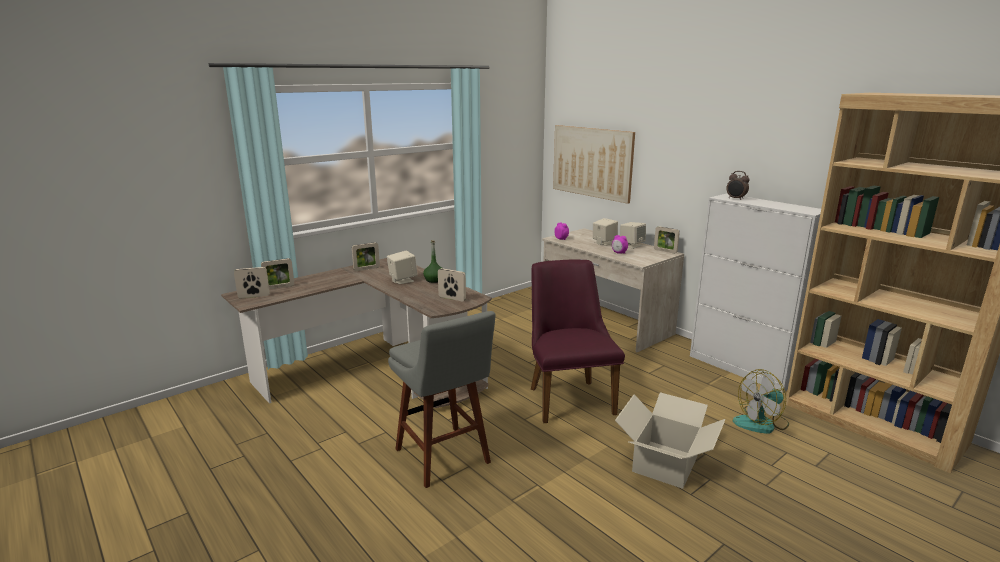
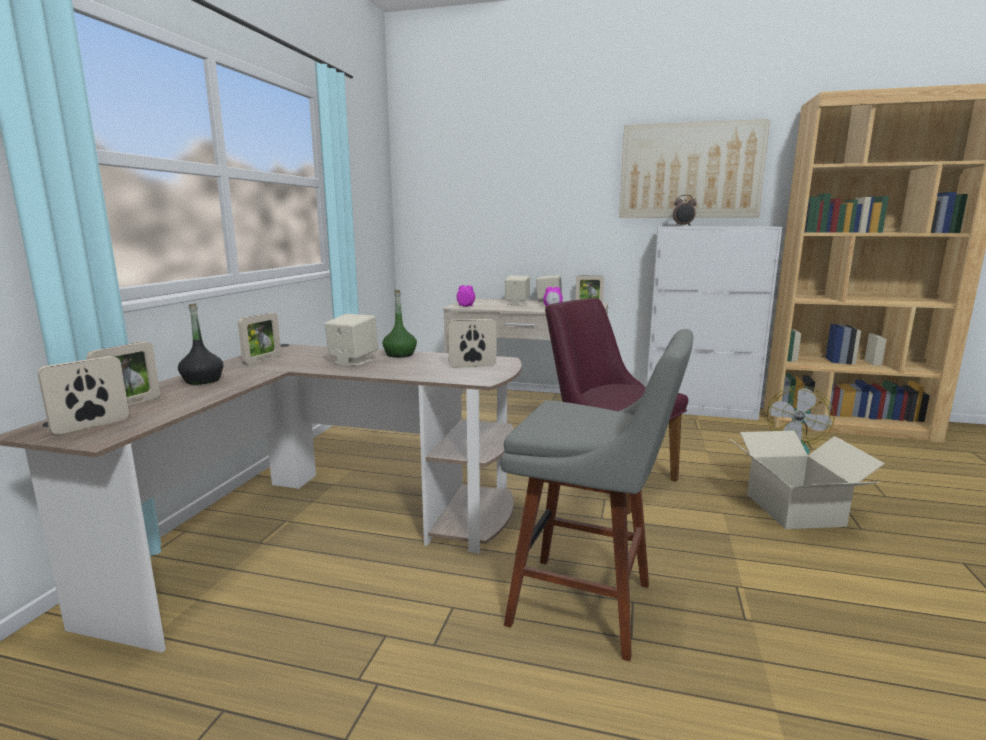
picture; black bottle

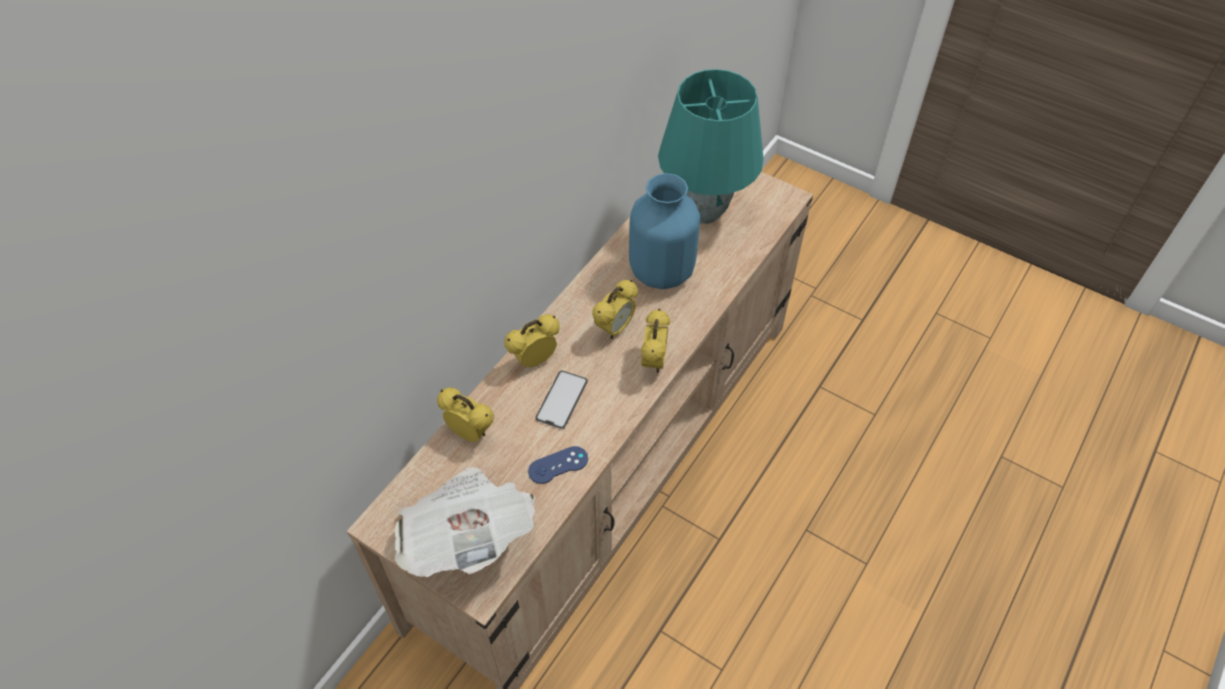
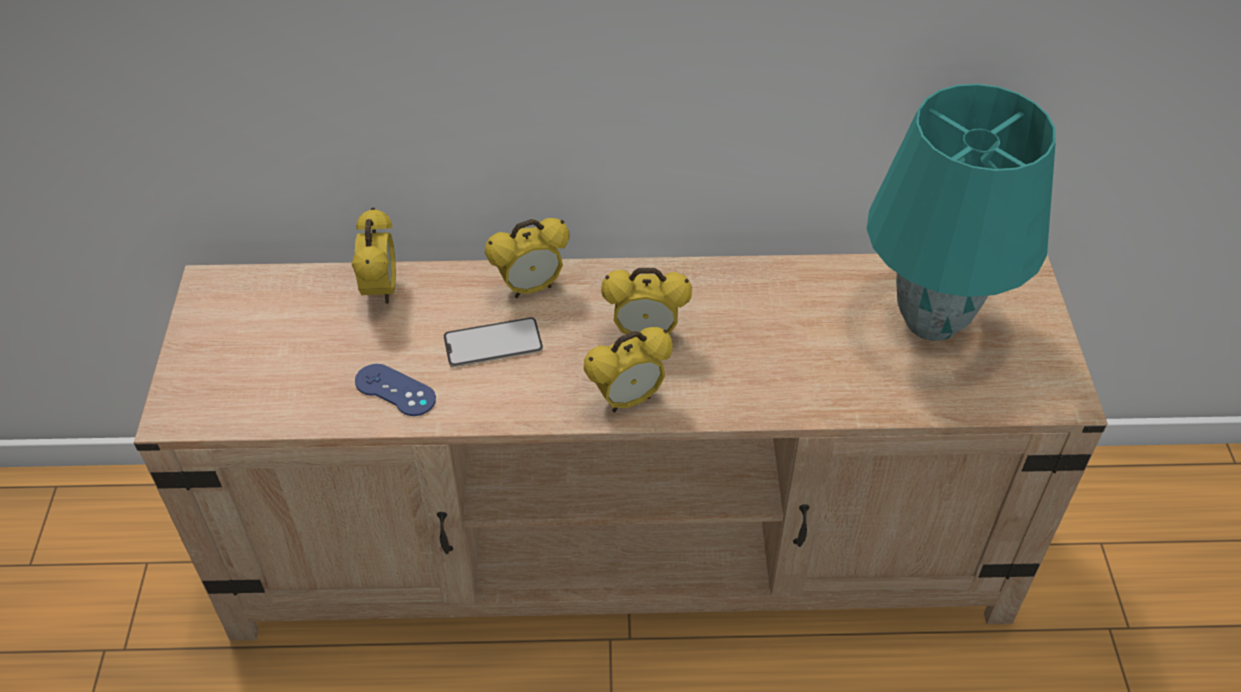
newspaper; alarm clock (no. 2 from left); blue vase

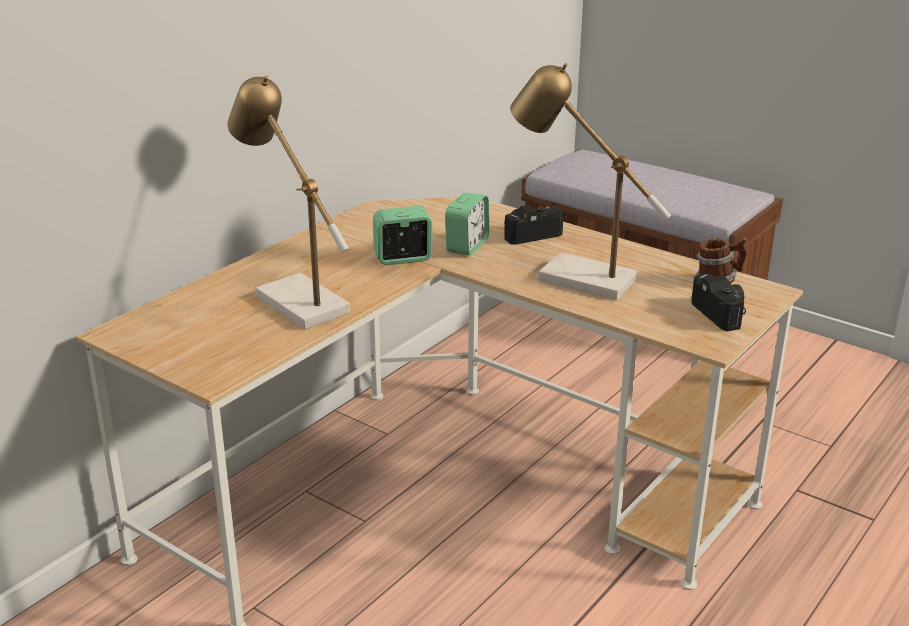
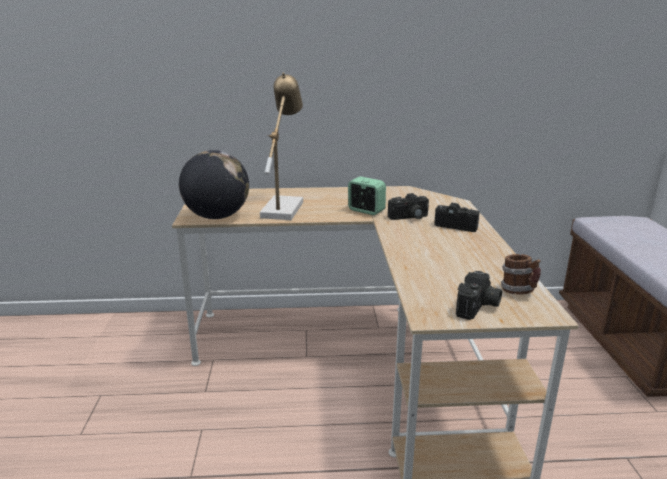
photo camera (no. 1 from left); table lamp (no. 2 from left in the first image); globe

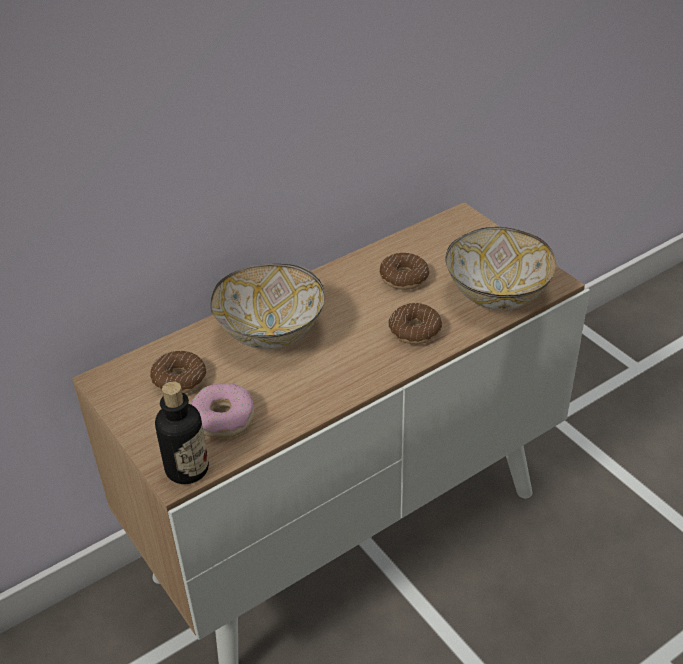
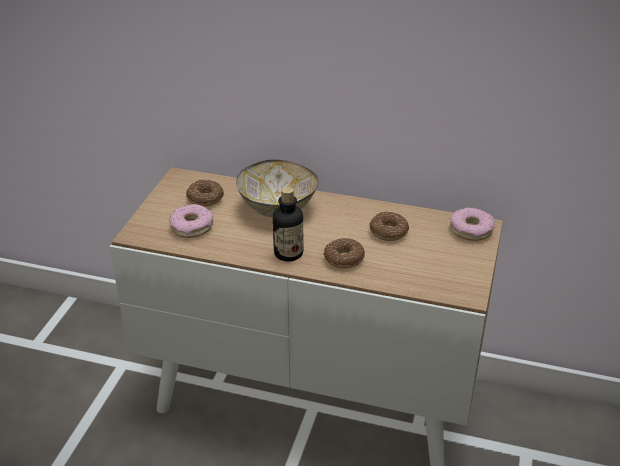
bottle; bowl (no. 2 from left in the first image); donut (no. 5 from left)

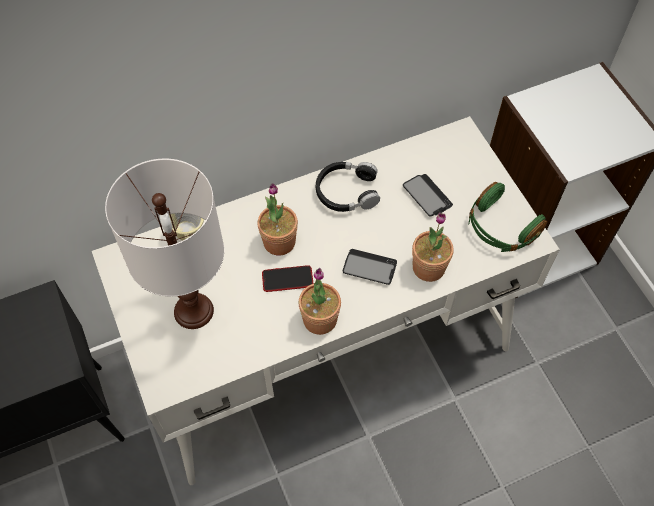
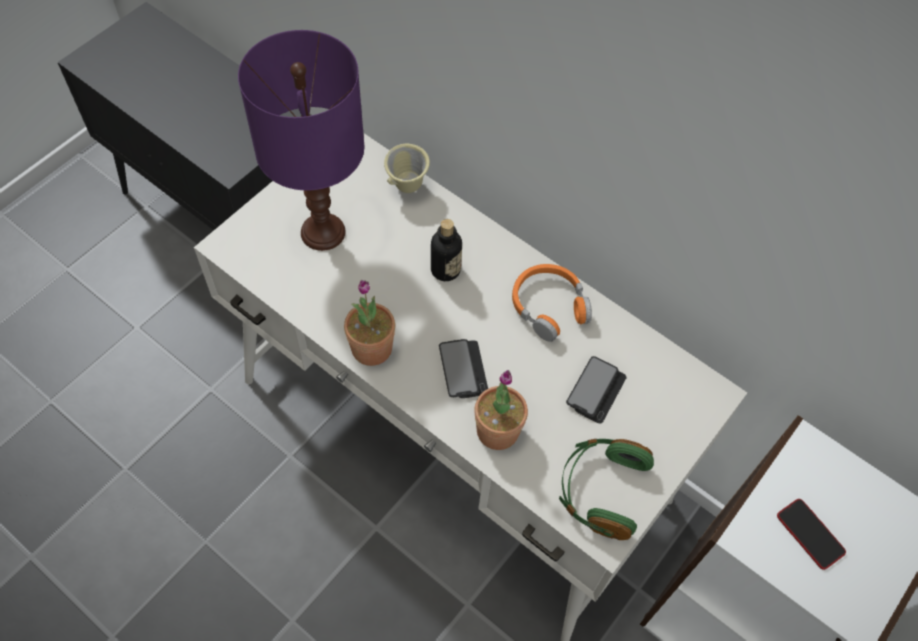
purple table lamp; bottle; phone (no. 3 from left); orange headphones

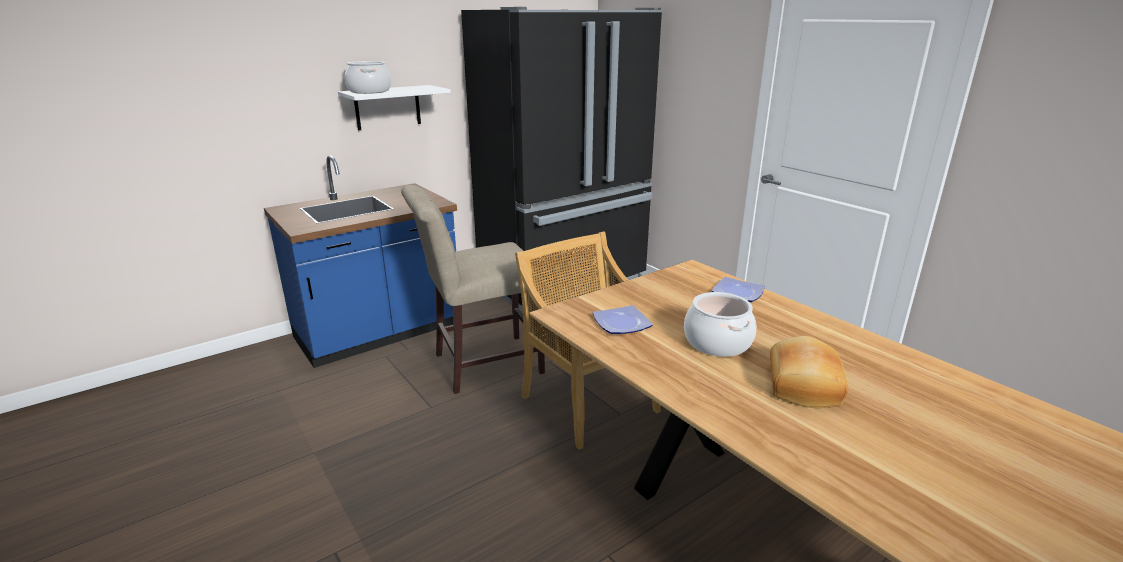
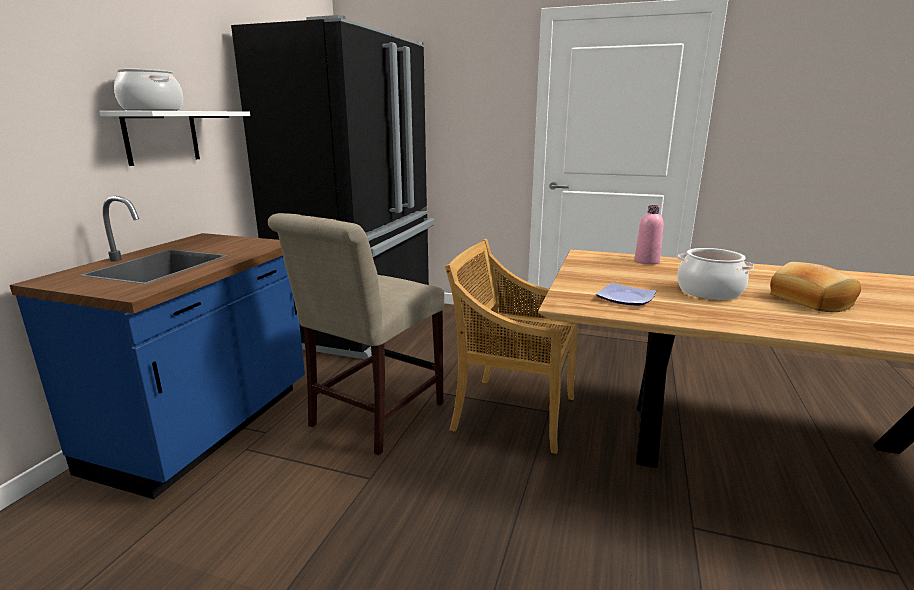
pink bottle

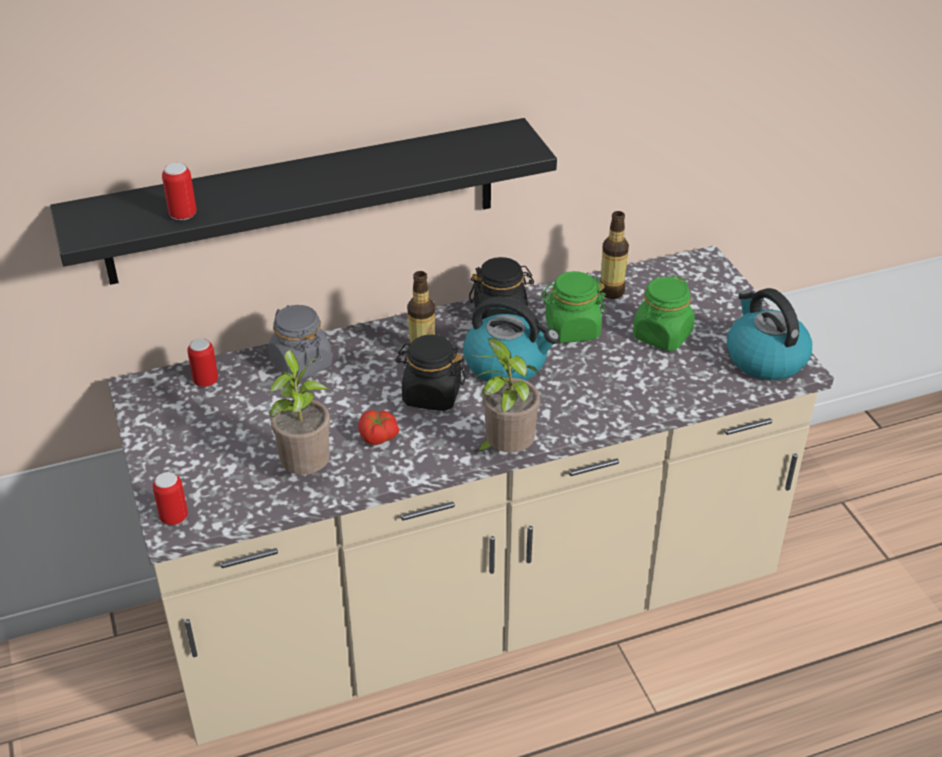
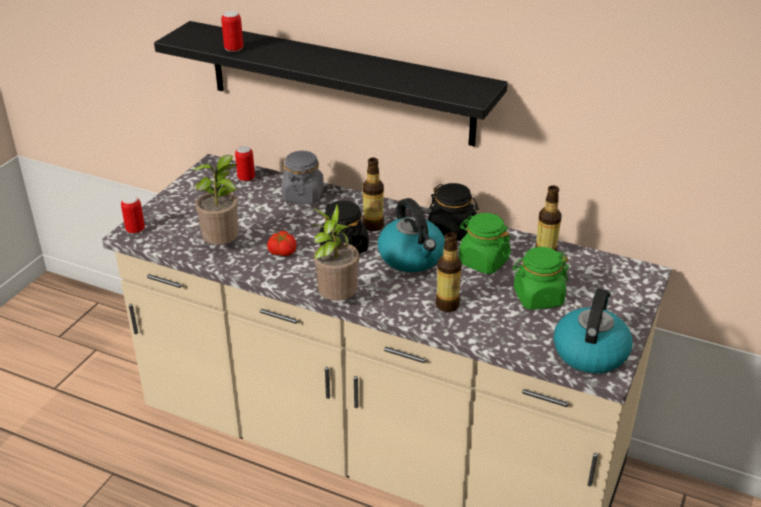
bottle (no. 2 from left)

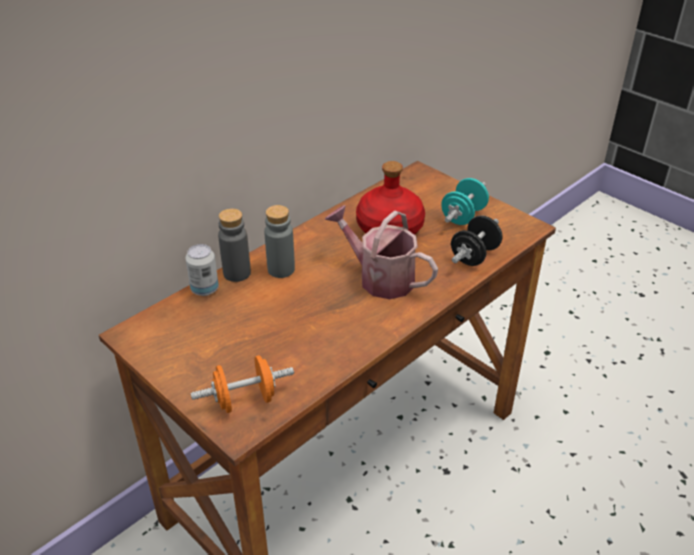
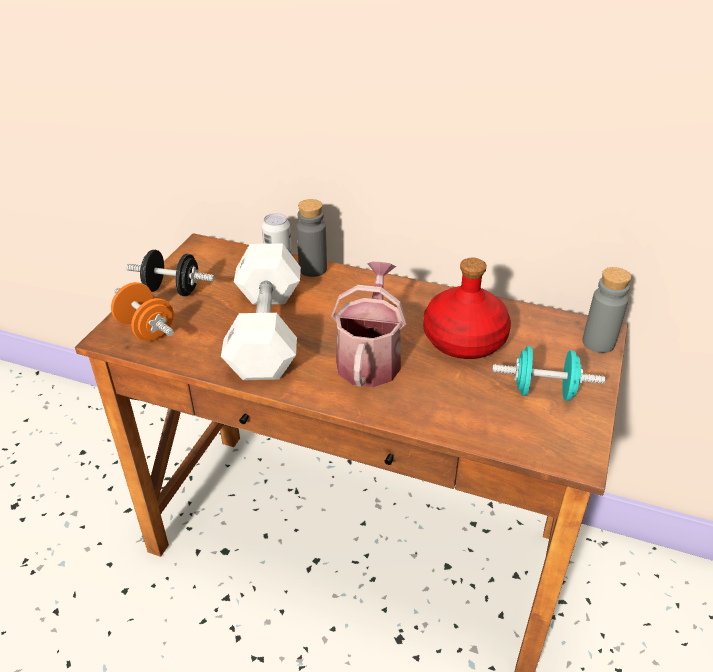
grey bottle (no. 2 from left); black dumbbell; white dumbbell

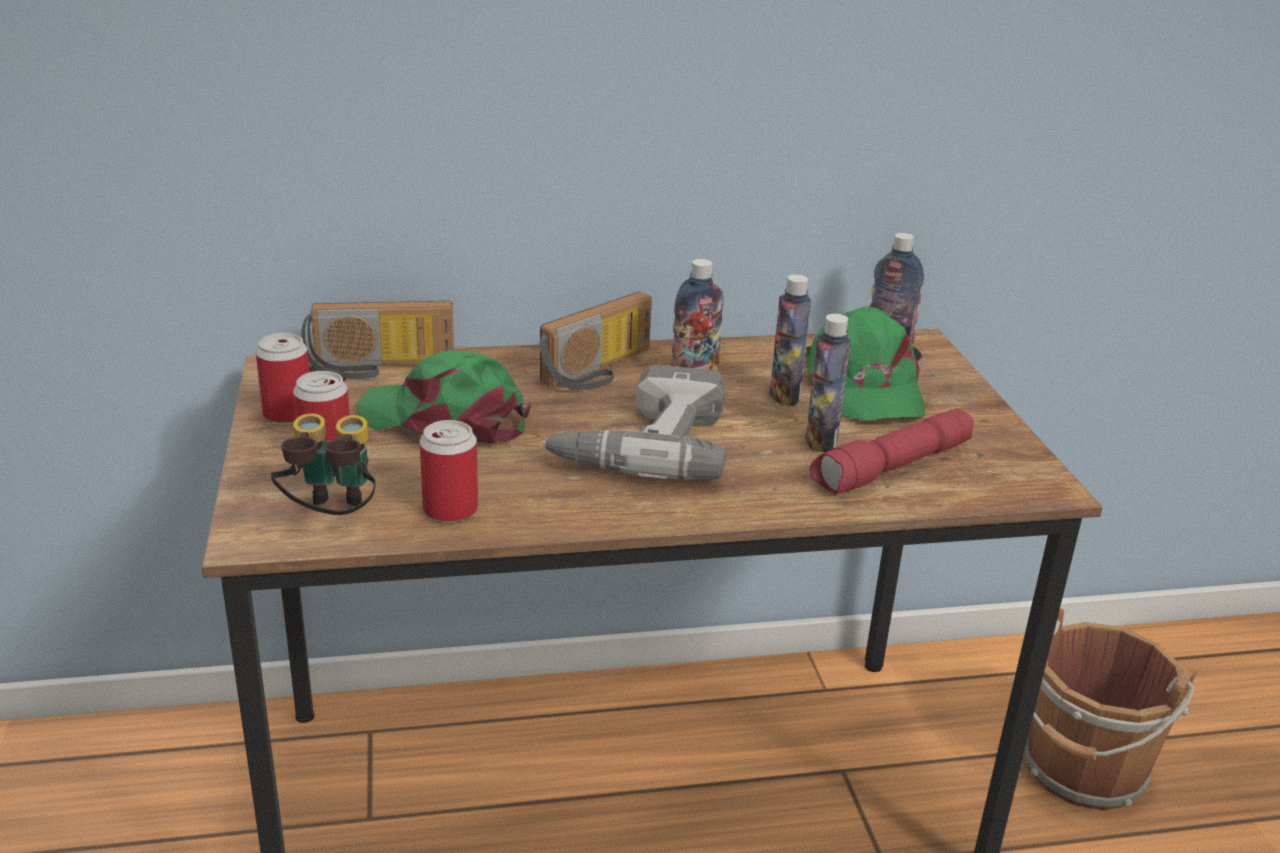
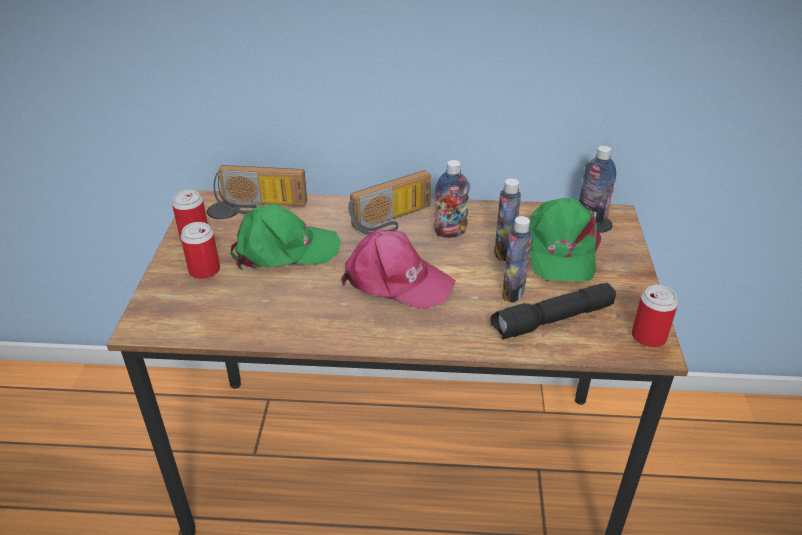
binoculars; green cap (no. 1 from left); can (no. 3 from left); pink cap; black flashlight; brown bucket

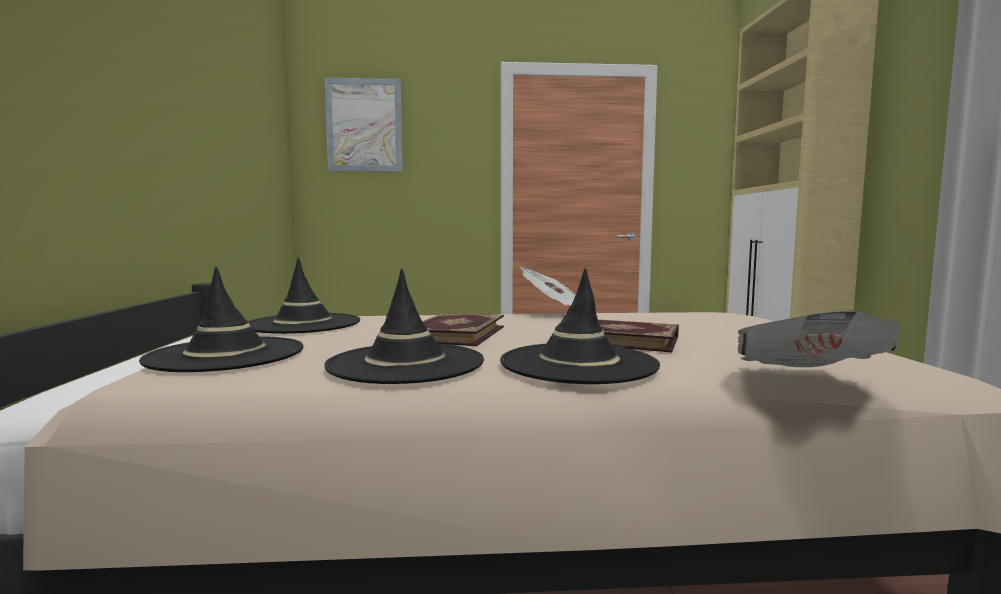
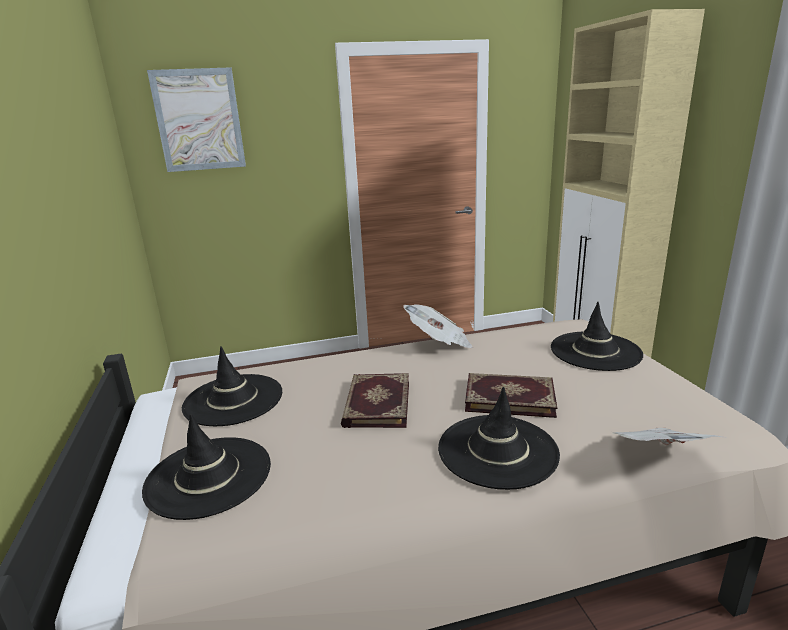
black hat (no. 4 from left)

